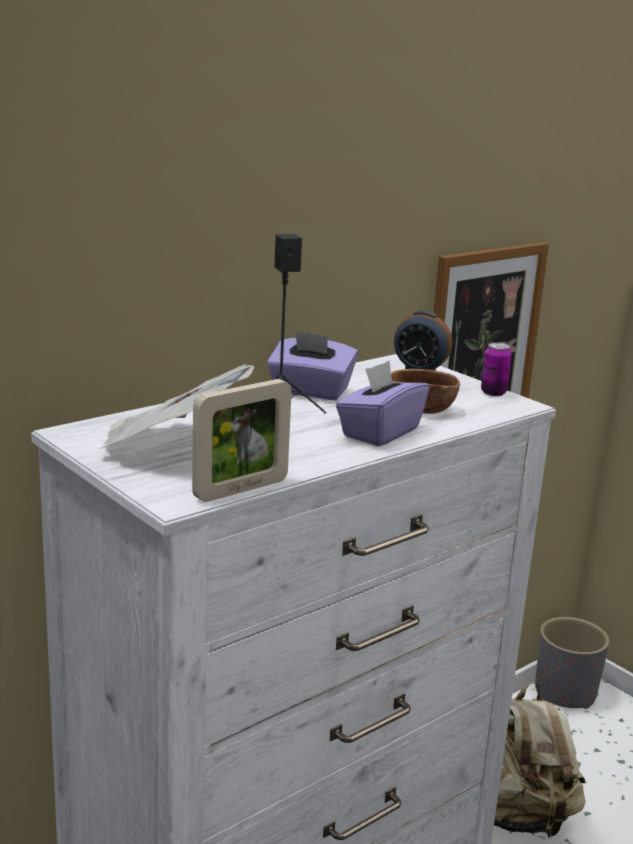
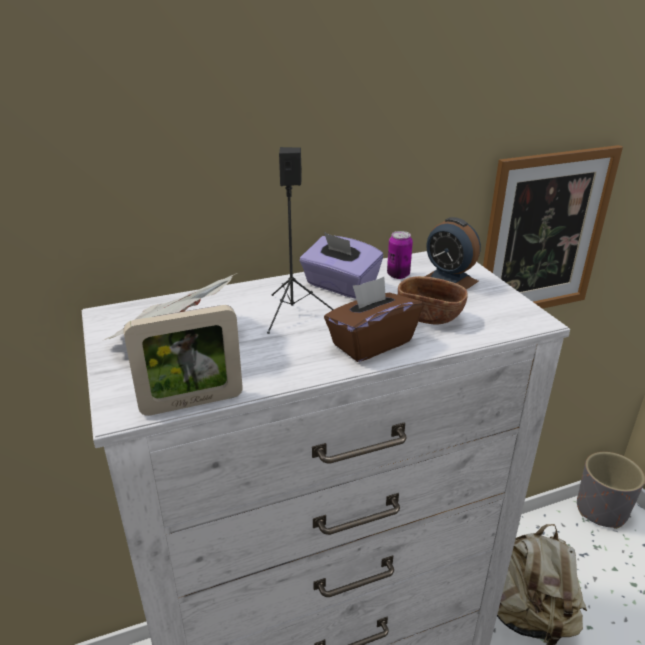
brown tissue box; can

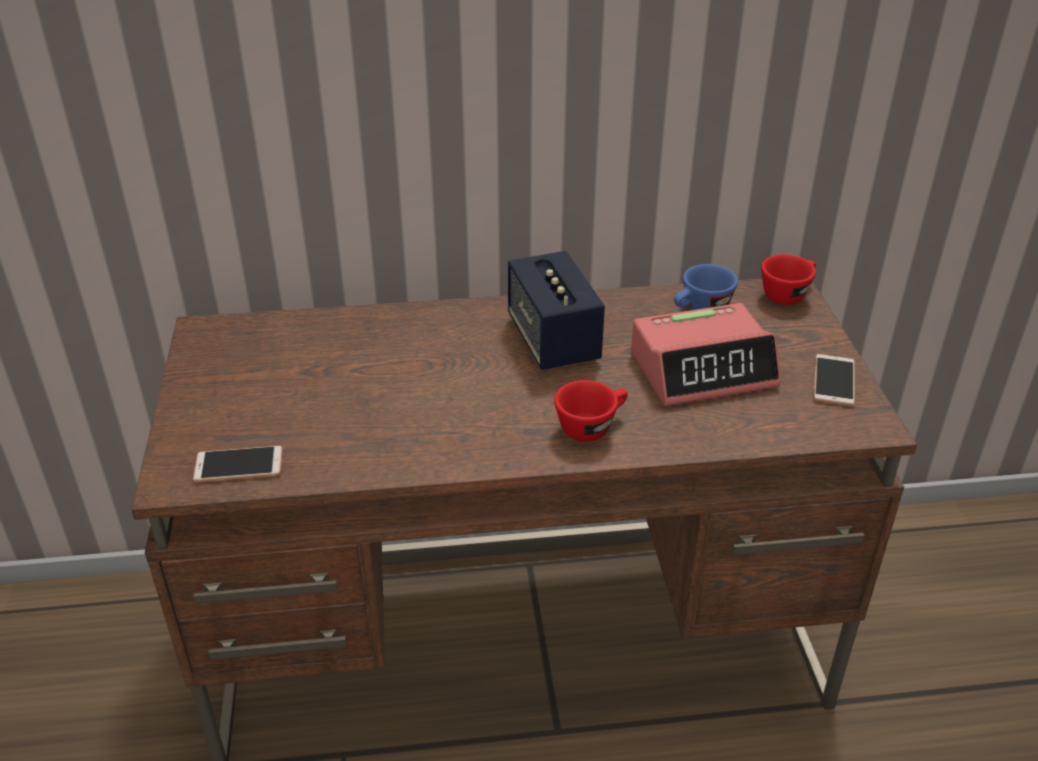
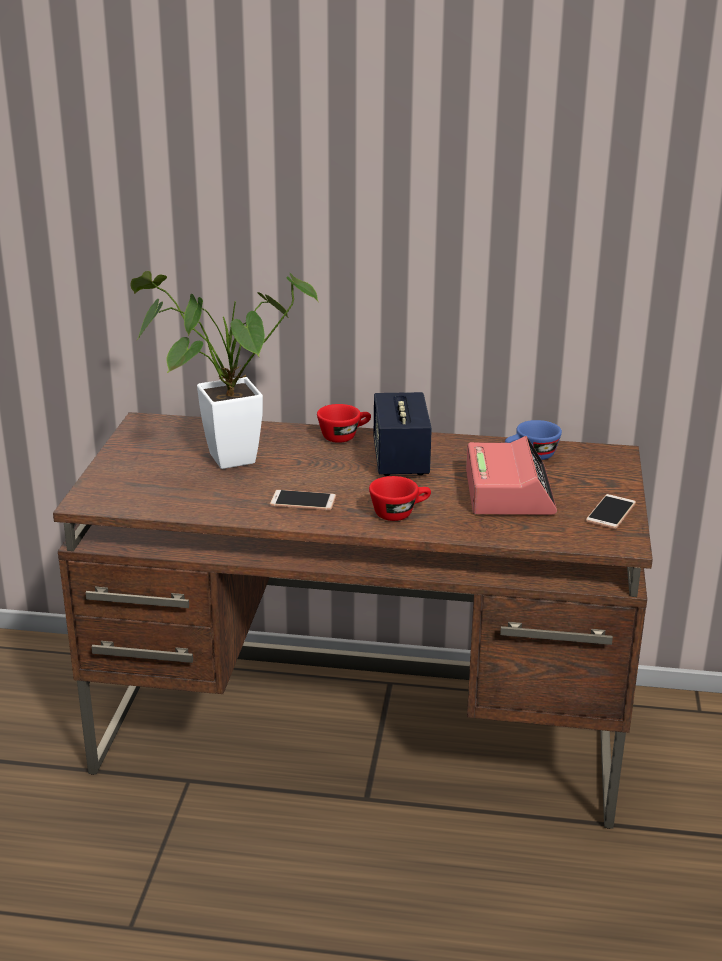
phone (no. 1 from left); alarm clock; red cup (no. 1 from left); potted plant

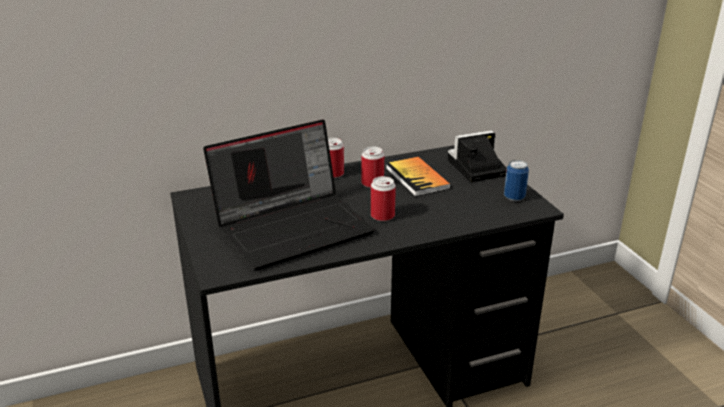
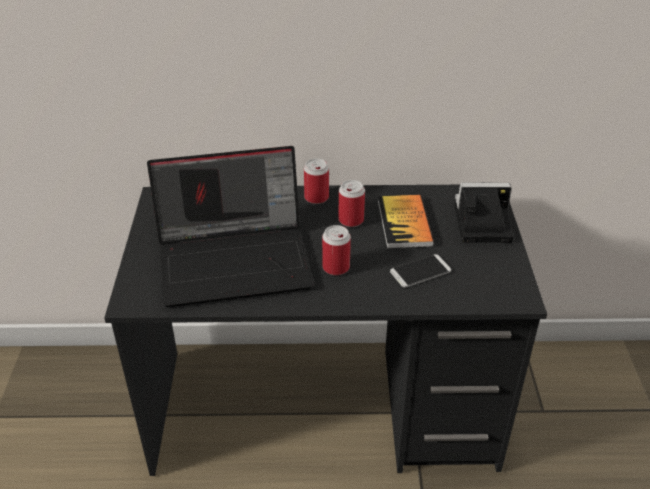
can (no. 4 from left in the first image); phone

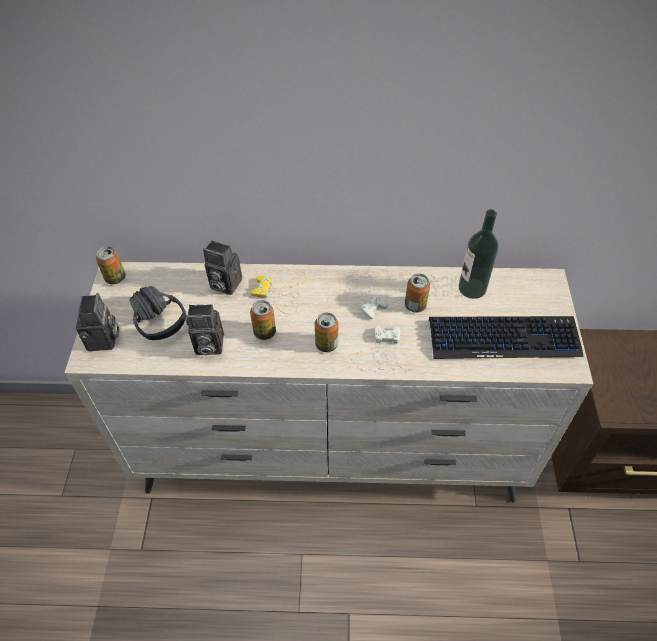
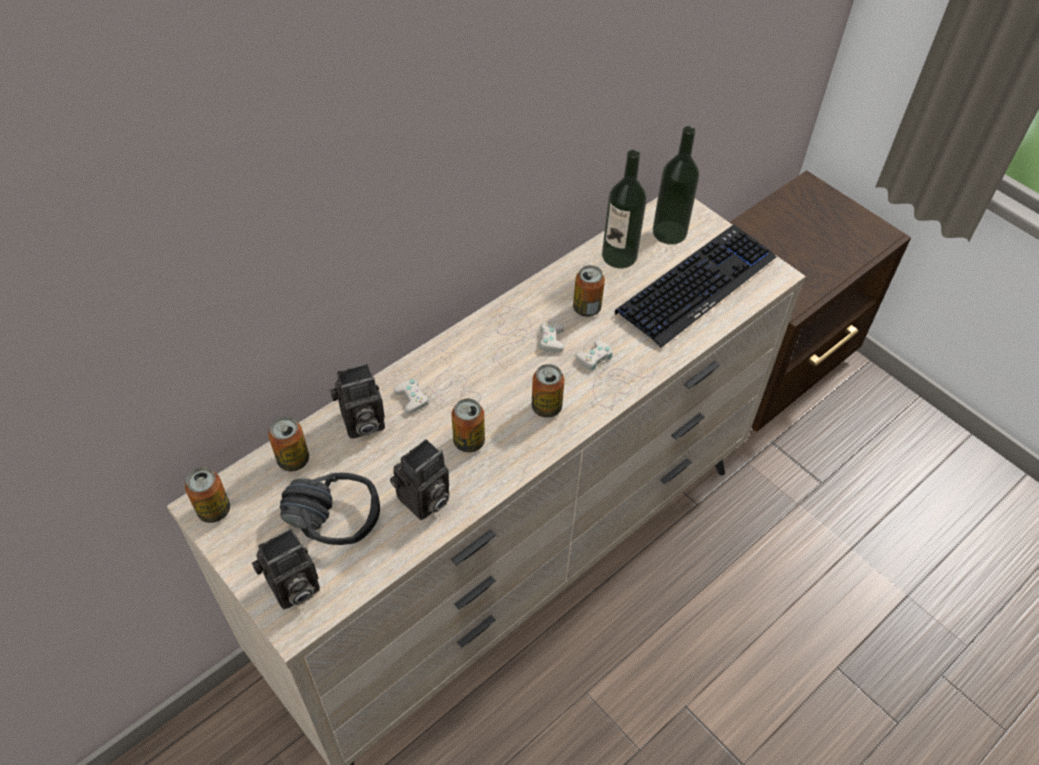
photo camera (no. 1 from left); white game controller (no. 1 from left); can (no. 2 from left); bottle (no. 2 from left)

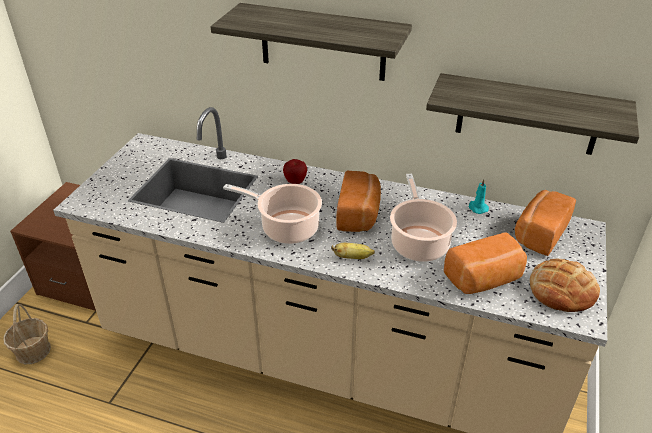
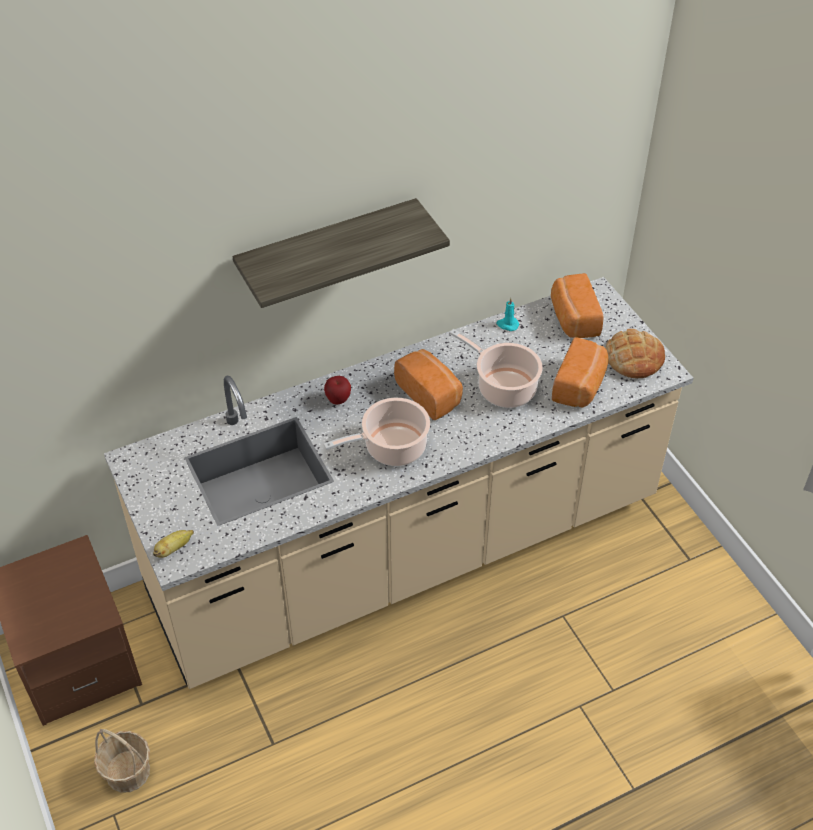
banana; shelf (no. 2 from left in the first image)

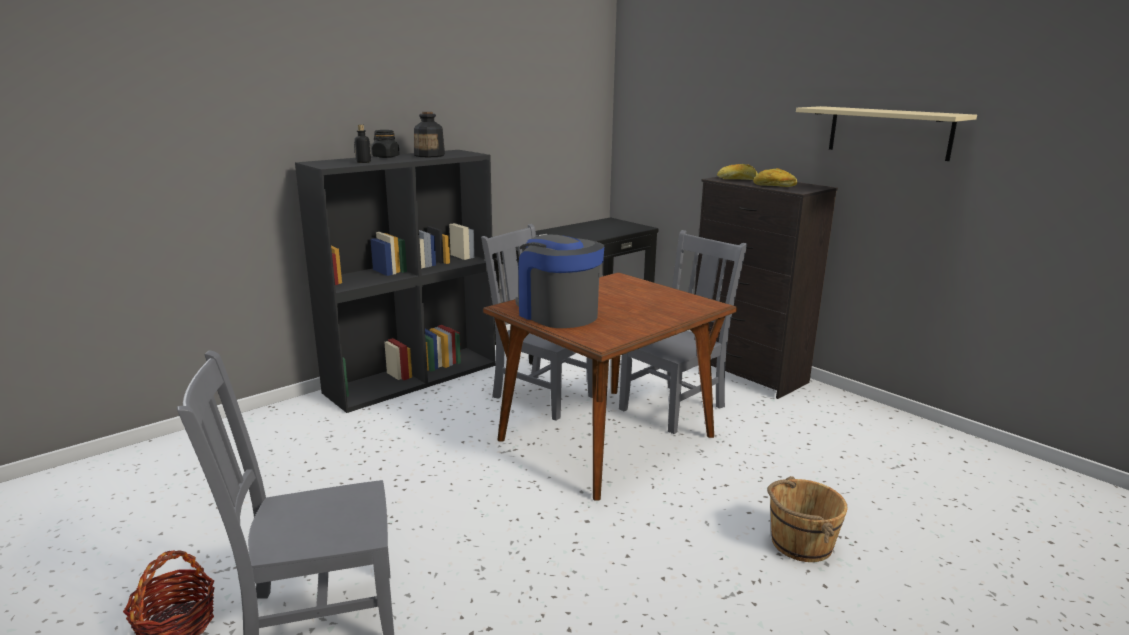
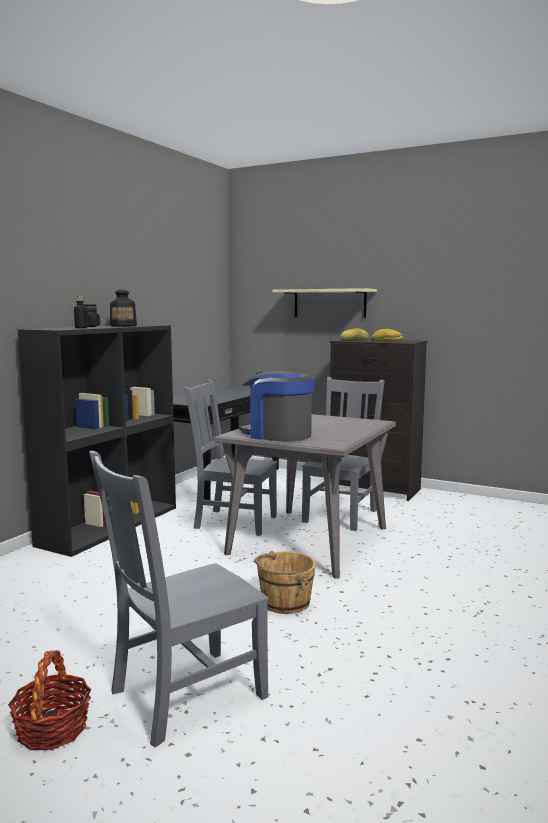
grey dining table; brown bucket; beige shelf

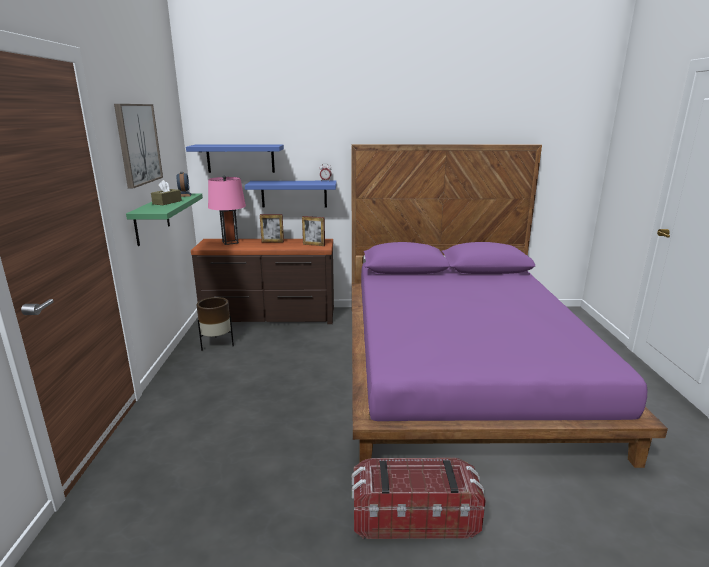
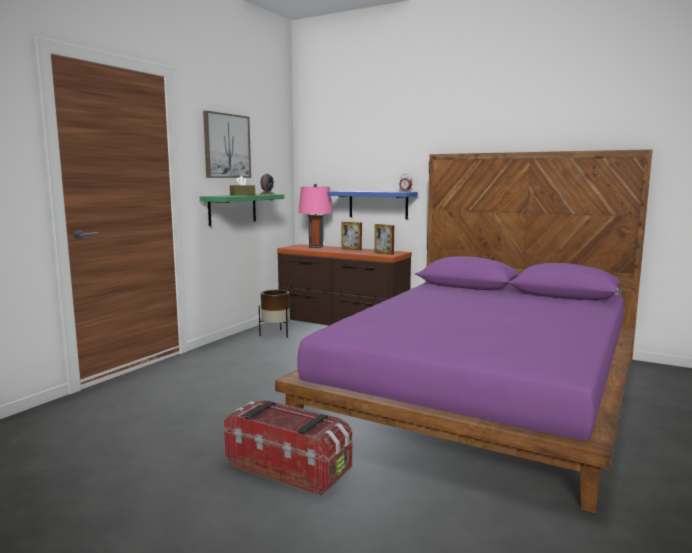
blue shelf (no. 1 from left in the first image)

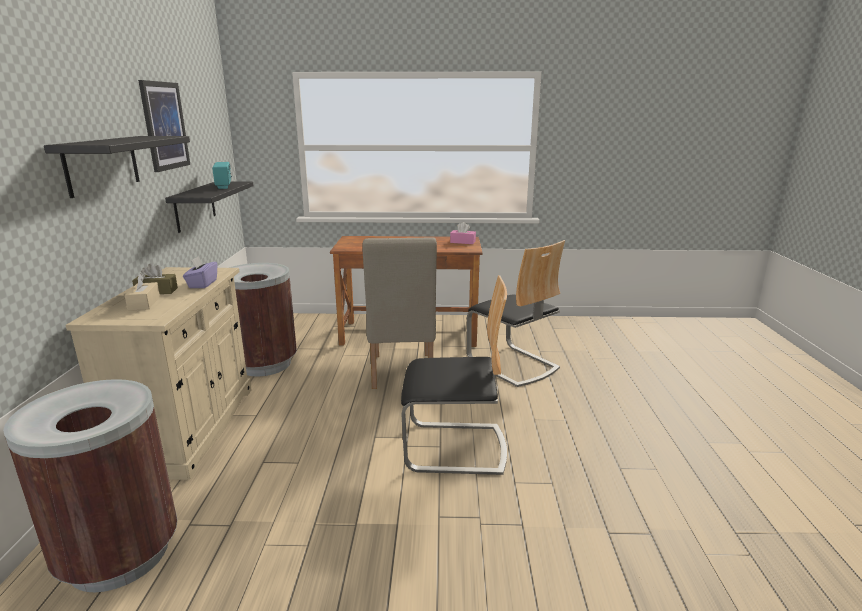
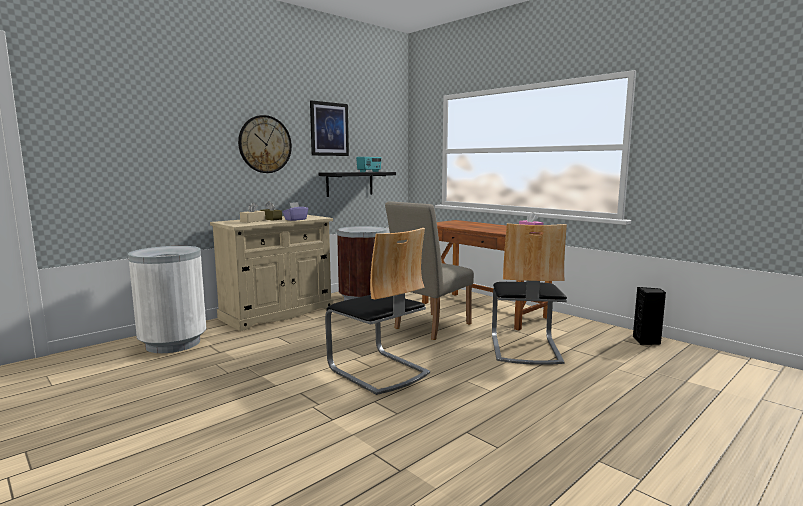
white trash can; wall clock; black speaker

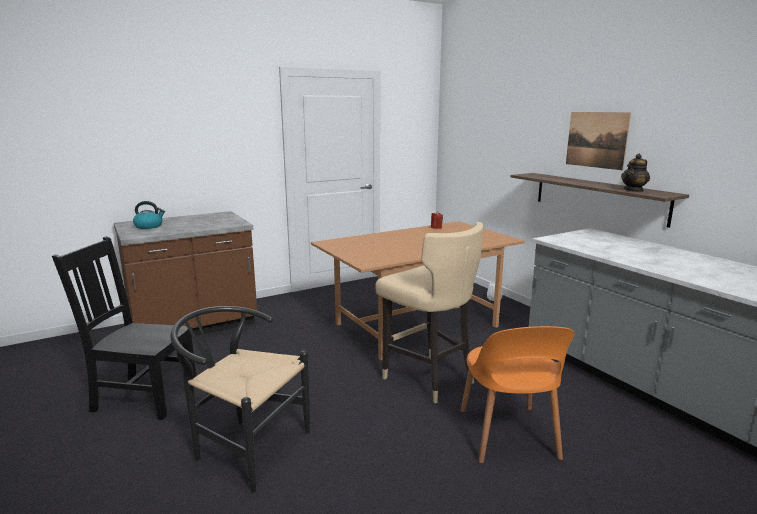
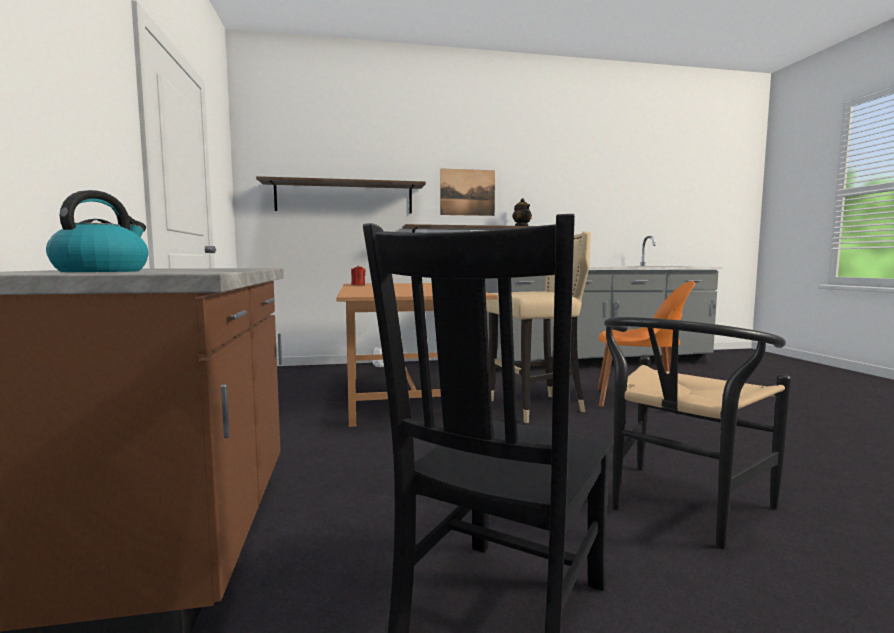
shelf (no. 1 from left)

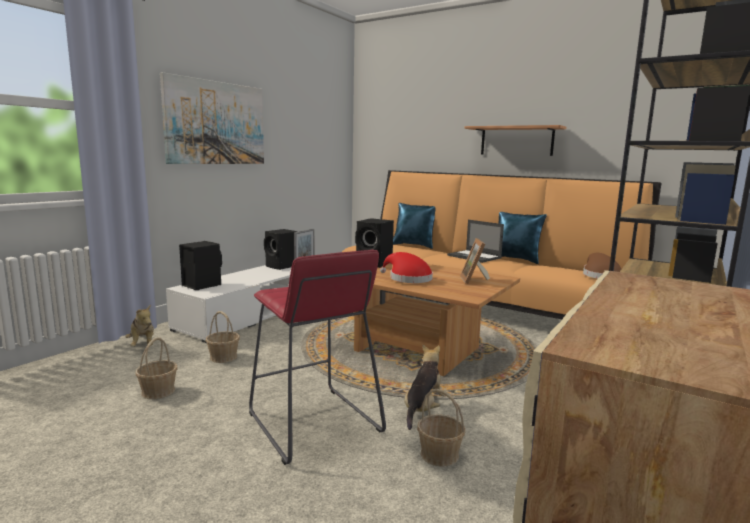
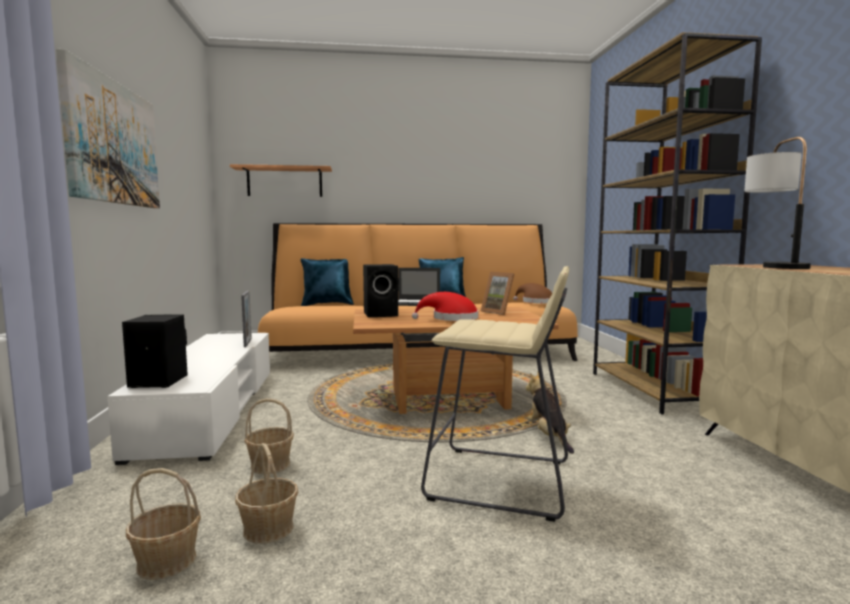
plush toy (no. 1 from left in the first image); beige stool; black speaker (no. 2 from left in the first image); basket (no. 1 from left); shelf; table lamp

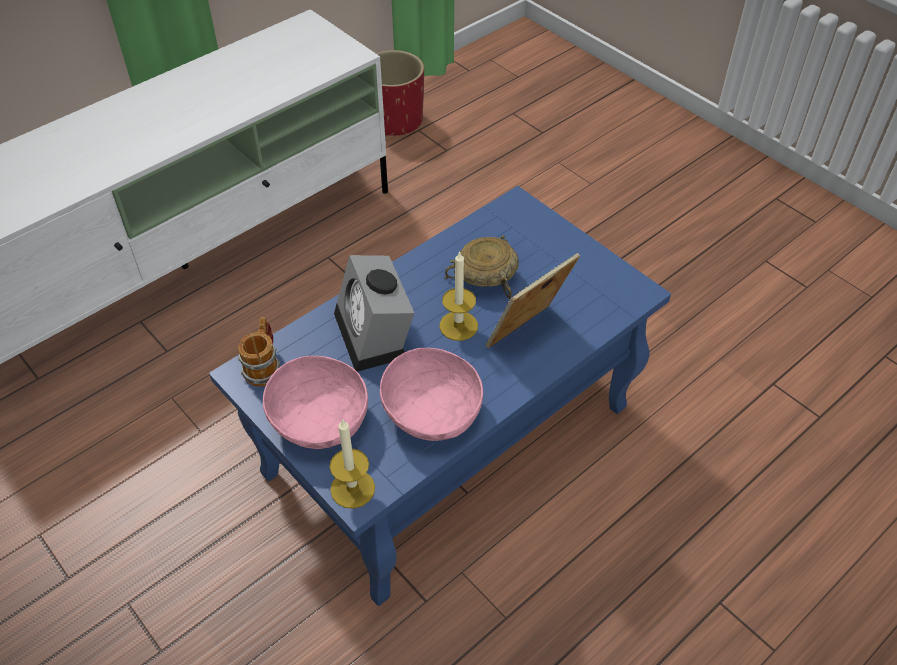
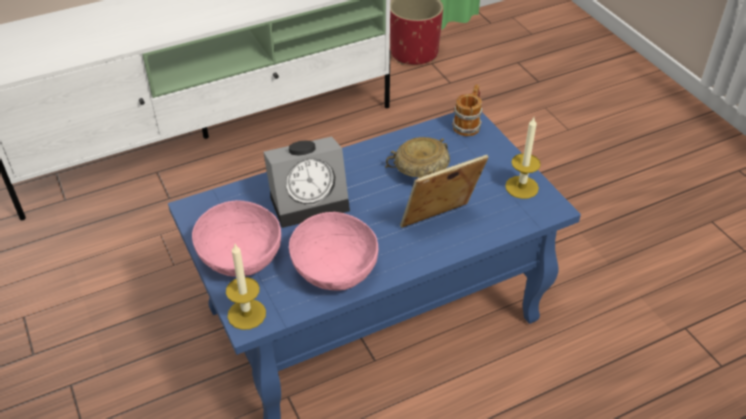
mug; alarm clock; candle (no. 2 from left)

